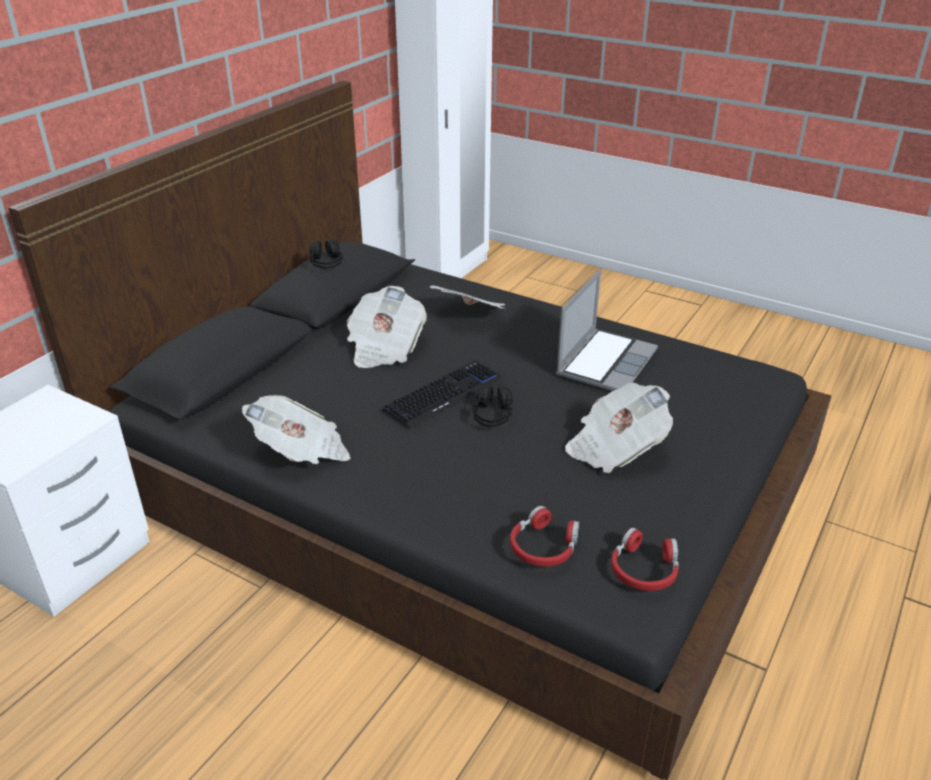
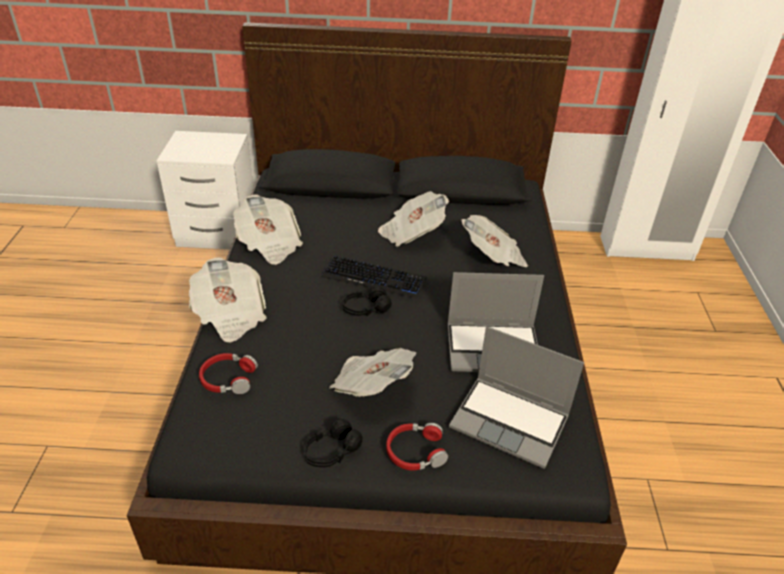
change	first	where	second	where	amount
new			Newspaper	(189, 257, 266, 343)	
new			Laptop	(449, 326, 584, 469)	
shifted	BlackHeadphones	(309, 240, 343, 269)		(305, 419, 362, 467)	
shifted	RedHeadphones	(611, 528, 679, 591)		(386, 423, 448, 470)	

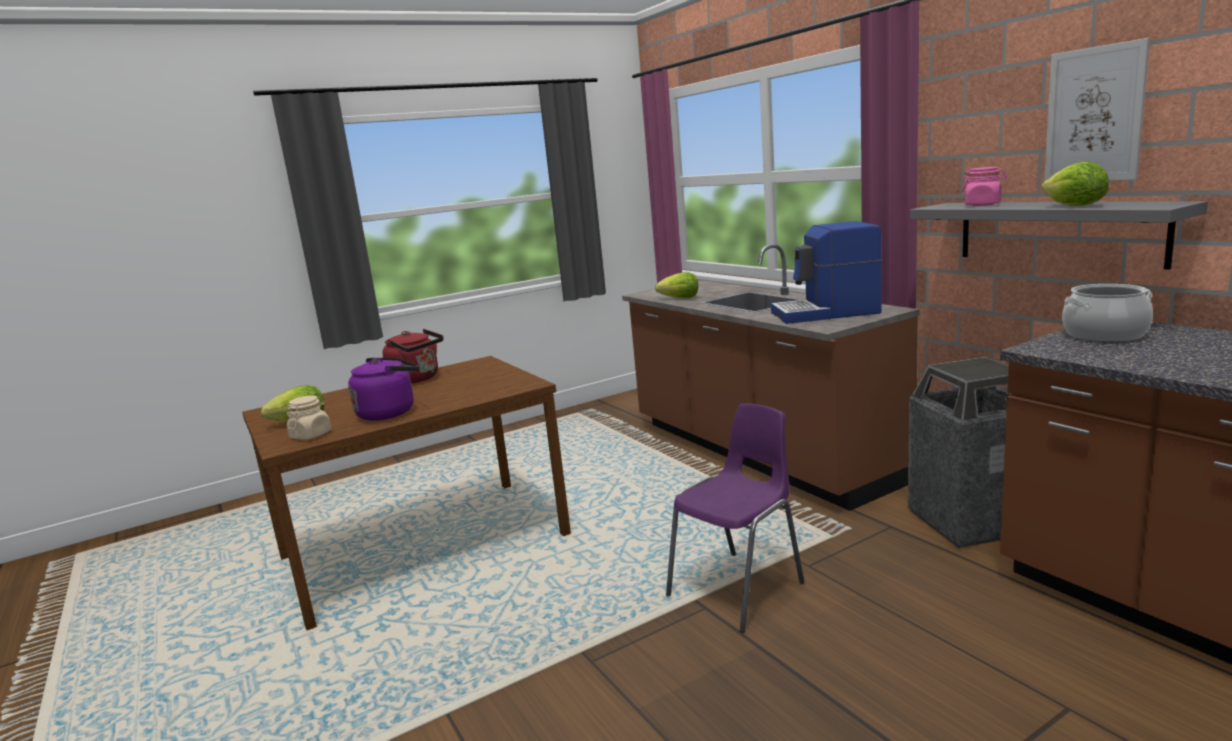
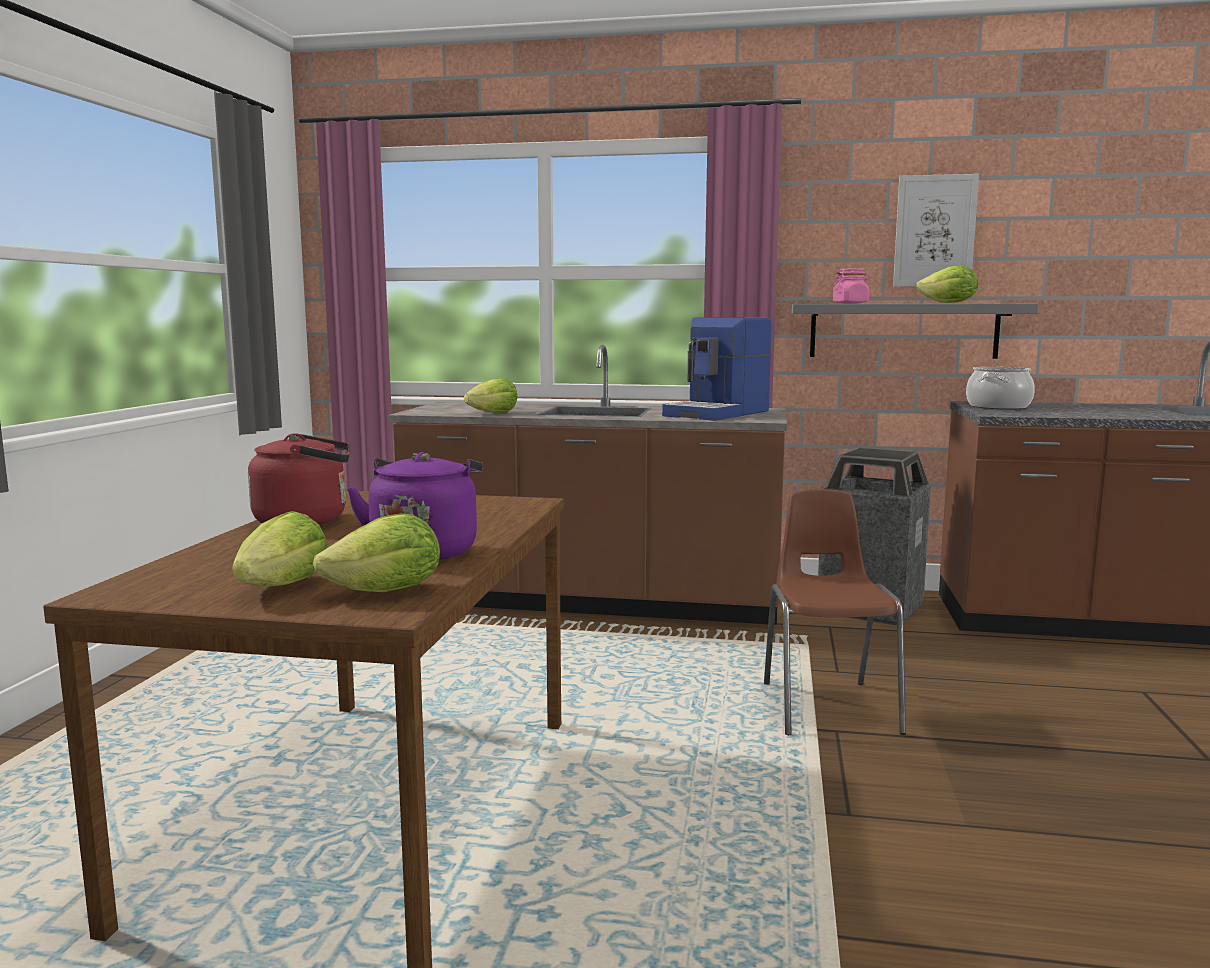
change	first	where	second	where	amount
swapped	BeigeJar	(287, 395, 331, 440)	Lettuce	(313, 513, 440, 592)	
repainted	PurpleChair	(666, 404, 804, 633)	BrownChair	(764, 489, 906, 735)	

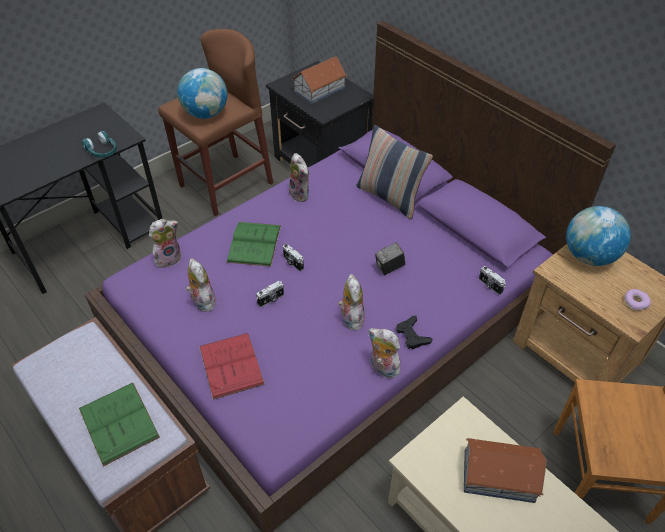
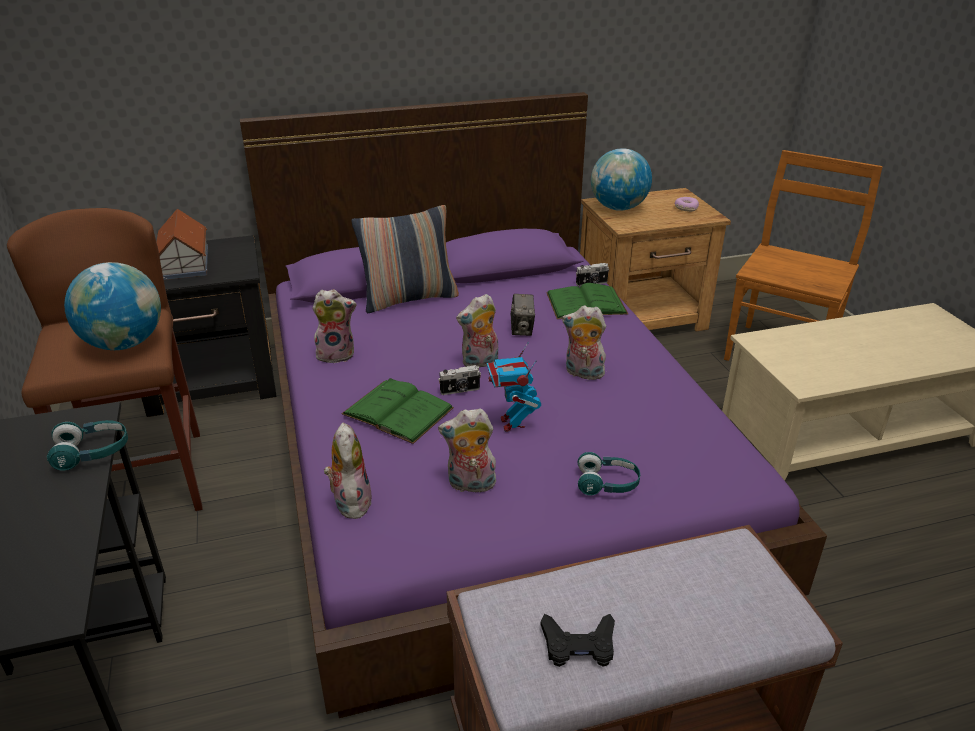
change	first	where	second	where	amount
gone	ToyHouse	(464, 438, 547, 503)			
shifted	GreenBook	(79, 383, 160, 467)		(546, 283, 628, 319)	
shifted	PlushToy	(369, 328, 400, 378)		(456, 294, 498, 367)	
shifted	BlackGameController	(396, 316, 432, 349)		(541, 614, 615, 667)	
swapped	RedBook	(199, 333, 265, 400)	TurquoiseHeadphones	(578, 452, 640, 496)	
swapped	PhotoCamera	(256, 281, 284, 307)	ToyRobot	(487, 342, 541, 432)	

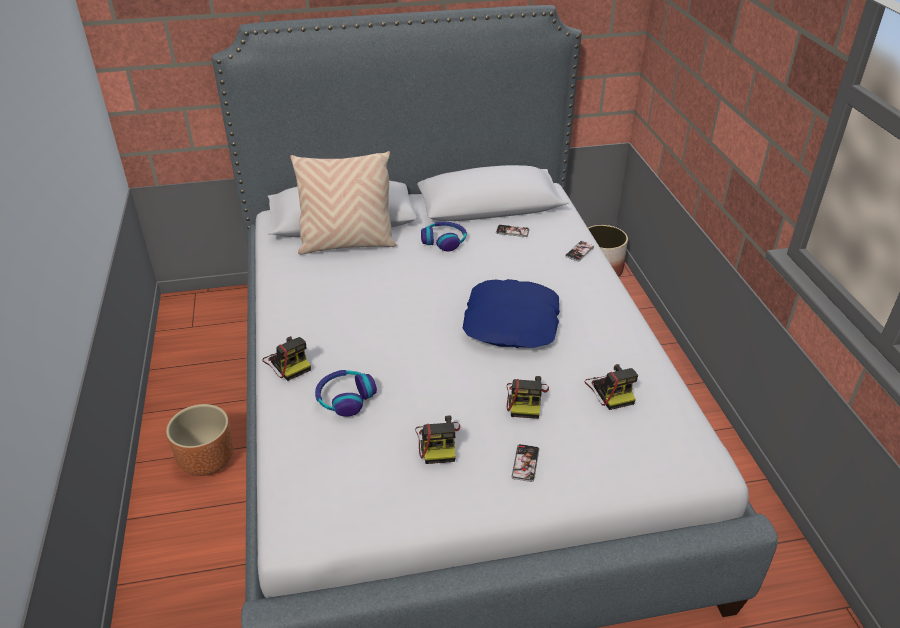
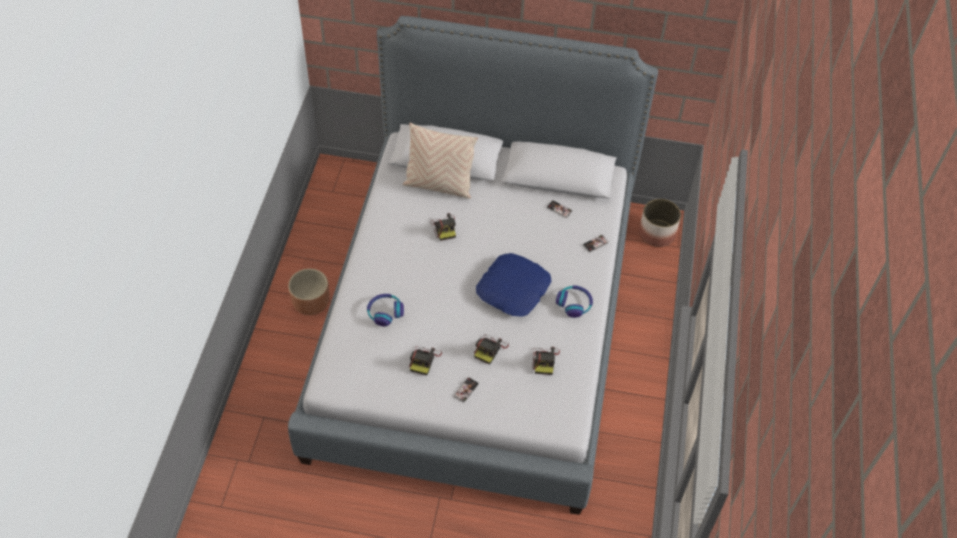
change	first	where	second	where	amount
shifted	PhotoCamera	(263, 336, 311, 381)		(430, 213, 456, 241)	
shifted	Headphones	(421, 222, 467, 252)		(556, 285, 593, 318)	

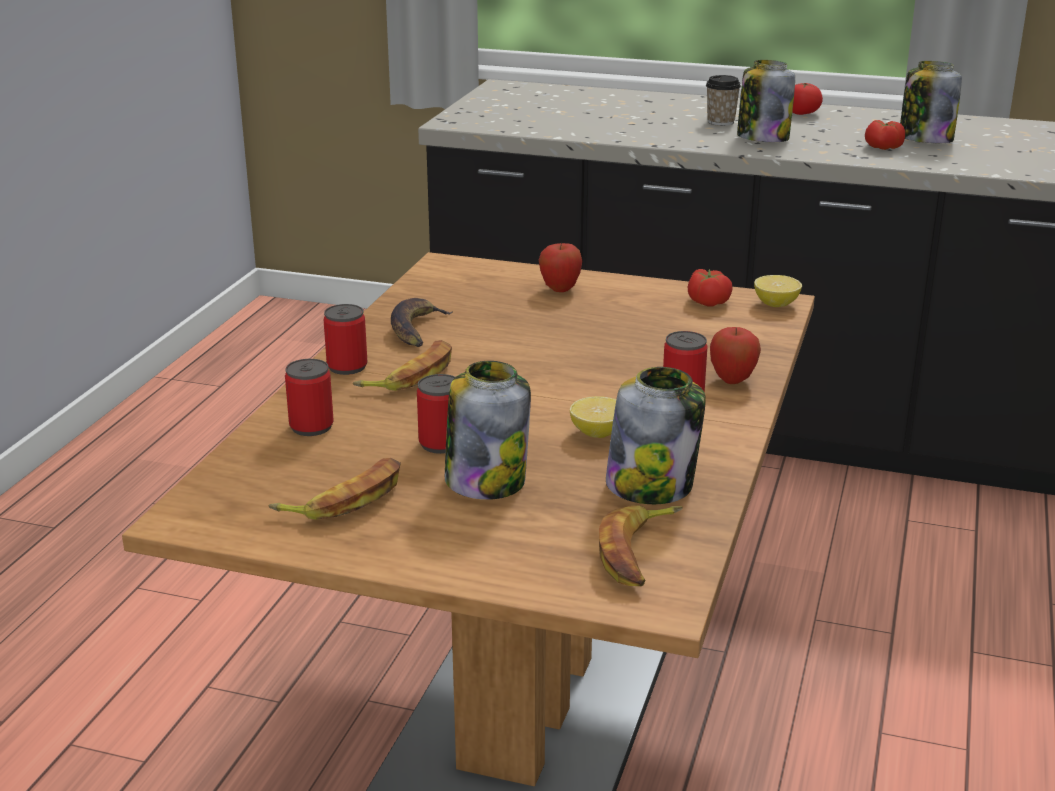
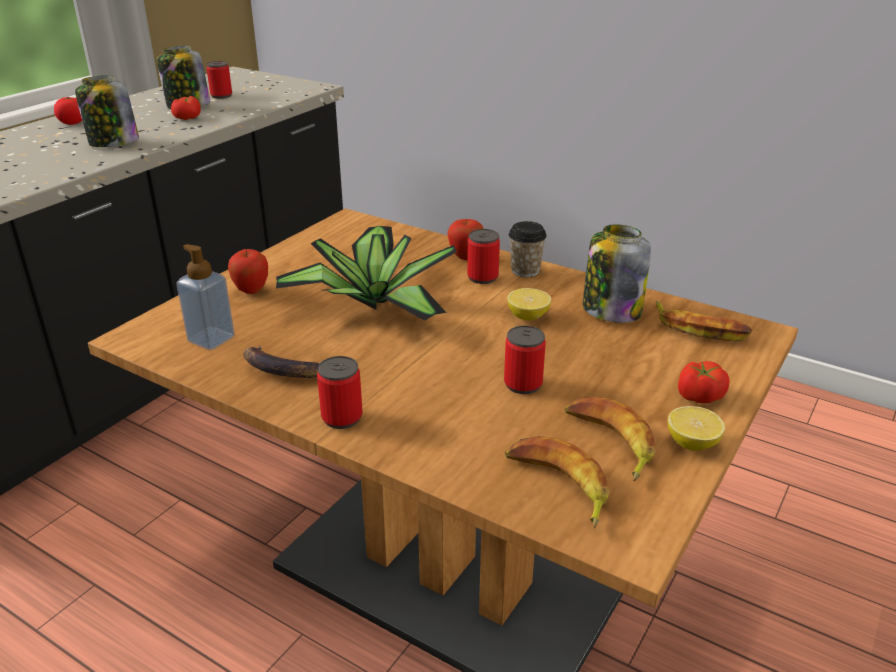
change	first	where	second	where	amount
gone	Jar	(445, 361, 531, 500)			
new			SoapDispenser	(176, 244, 235, 350)	
new			PottedPlant	(276, 226, 457, 321)	
shifted	Can	(285, 359, 334, 436)		(206, 61, 232, 99)	
shifted	Banana	(353, 340, 452, 391)		(505, 436, 610, 528)	
shifted	Tomato	(688, 269, 733, 307)		(678, 361, 729, 403)	
shifted	Cup	(706, 75, 741, 126)		(509, 221, 546, 277)	
shifted	Lemon	(754, 275, 802, 307)		(668, 406, 725, 451)	

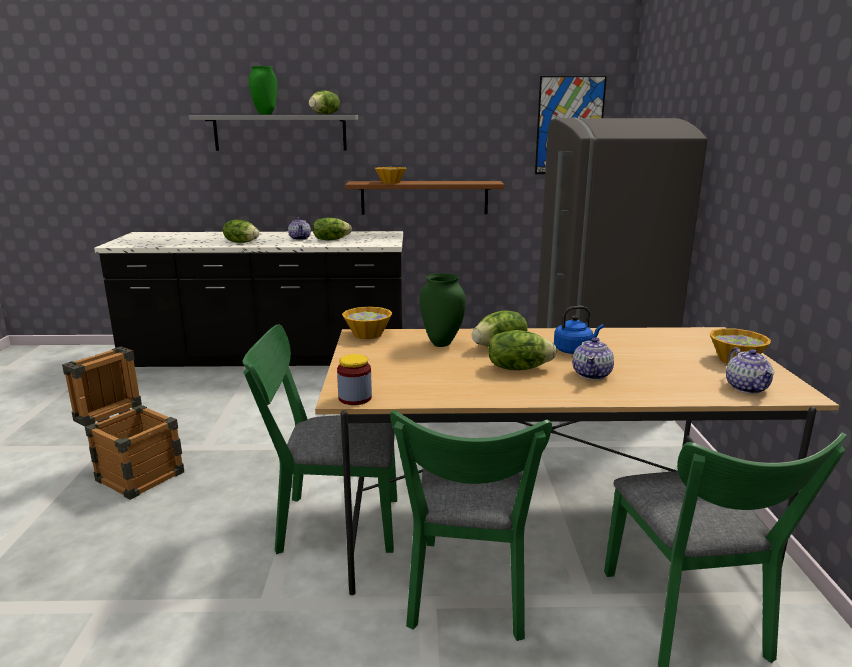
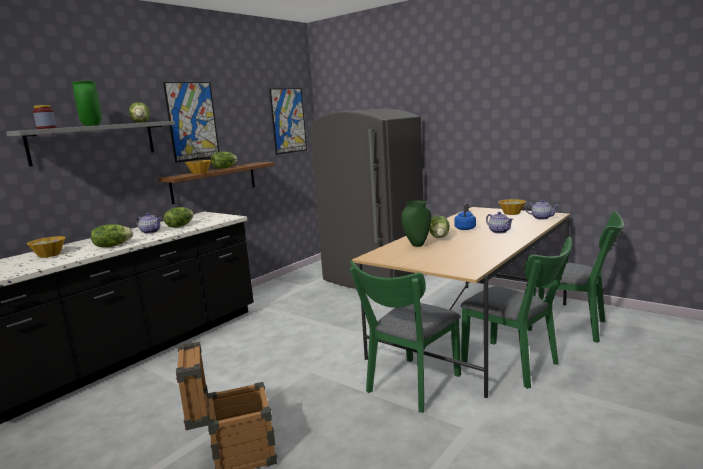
change	first	where	second	where	amount
new			Picture	(163, 82, 219, 163)	
shifted	Jar	(337, 354, 372, 405)		(33, 105, 57, 129)	
shifted	Bowl	(342, 307, 392, 339)		(27, 236, 66, 258)	
shifted	Lettuce	(488, 330, 557, 370)		(210, 151, 238, 169)	

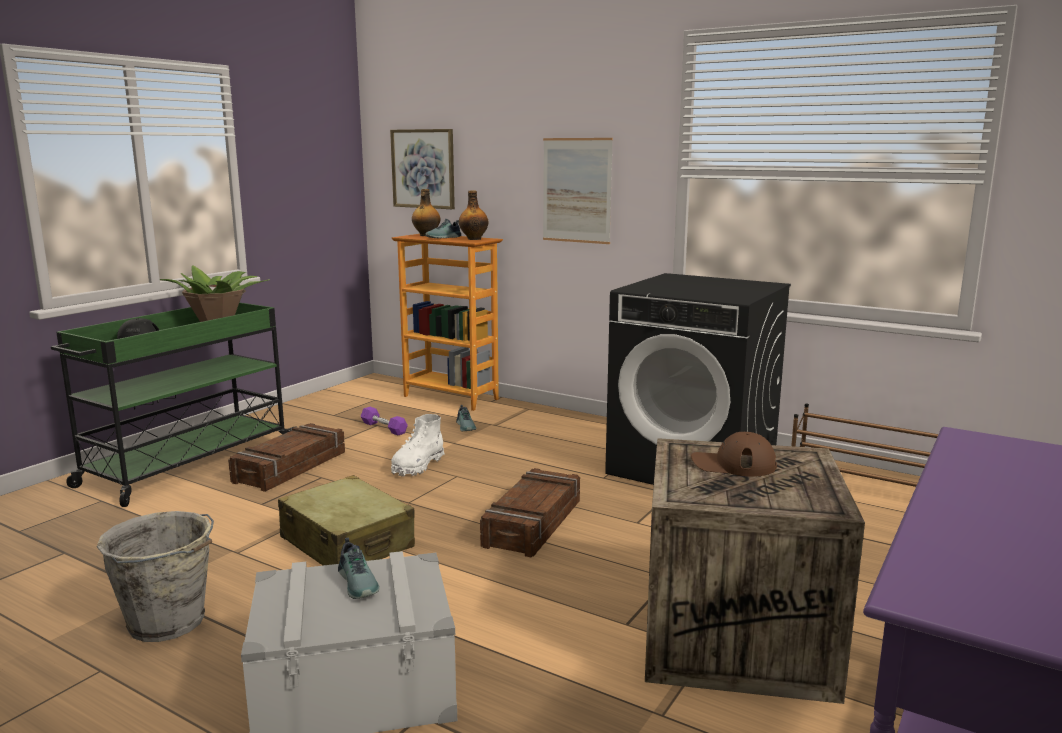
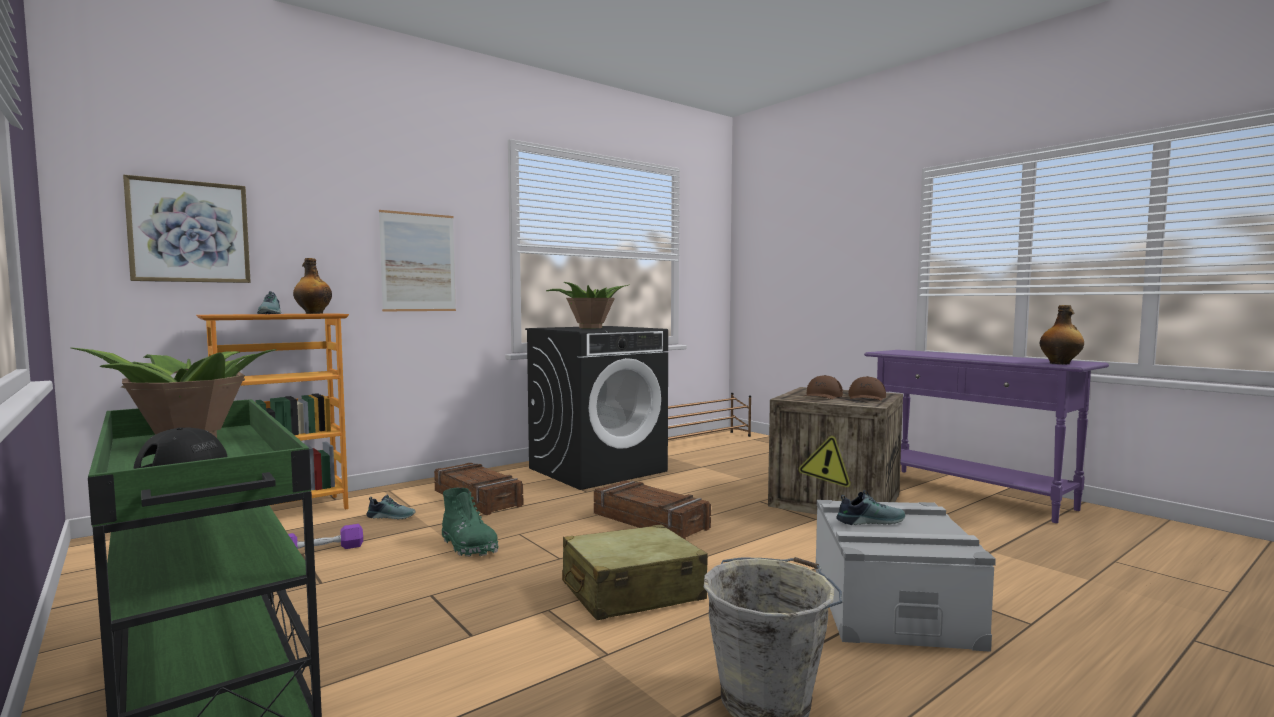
change	first	where	second	where	amount
new			PottedPlant	(546, 282, 628, 328)	
new			BrownCap	(848, 376, 886, 401)	
shifted	Crate	(228, 423, 345, 492)		(434, 463, 523, 515)	
shifted	Bottle	(412, 189, 440, 236)		(1040, 305, 1084, 364)	
repainted	WhiteBoot	(391, 414, 444, 477)	GreenBoot	(442, 487, 498, 557)	

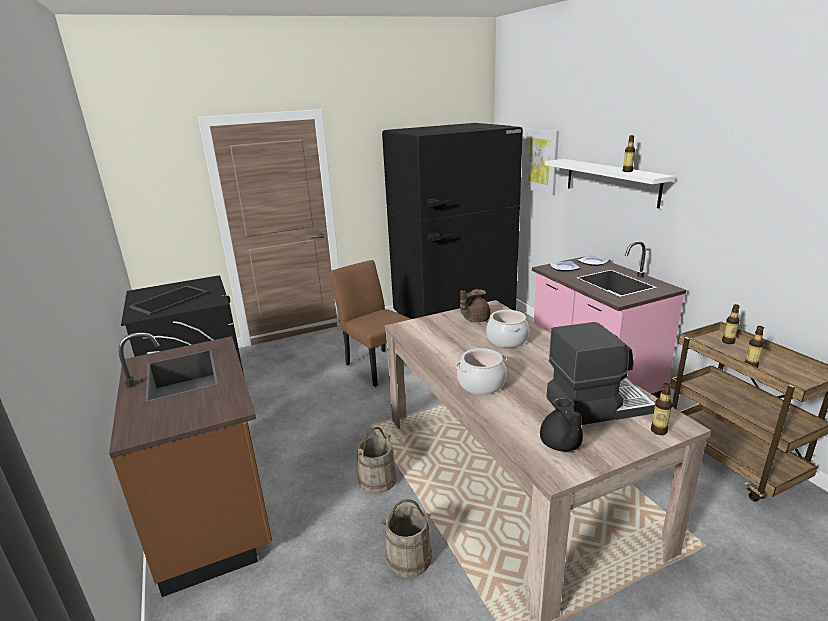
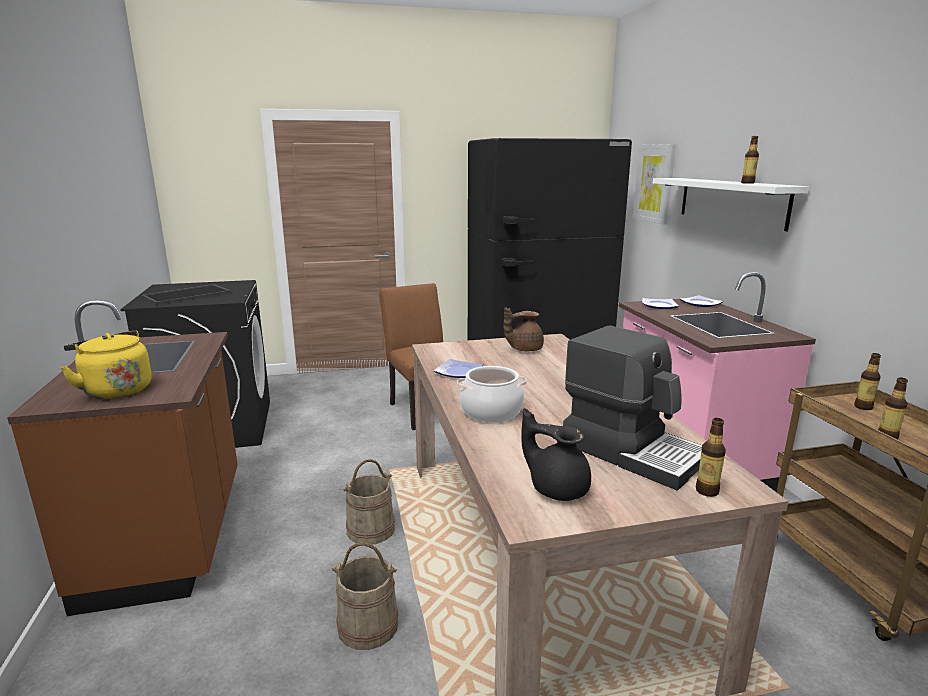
change	first	where	second	where	amount
gone	CookingPot	(486, 310, 529, 348)			
new			YellowKettle	(60, 331, 152, 399)	
new			Plate	(434, 359, 483, 378)	
rotated	BlackTeapot	(540, 398, 583, 452)		(521, 408, 591, 501)	120 degrees clockwise
rotated	CoffeeMachine	(547, 322, 655, 425)		(563, 326, 702, 490)	45 degrees clockwise

